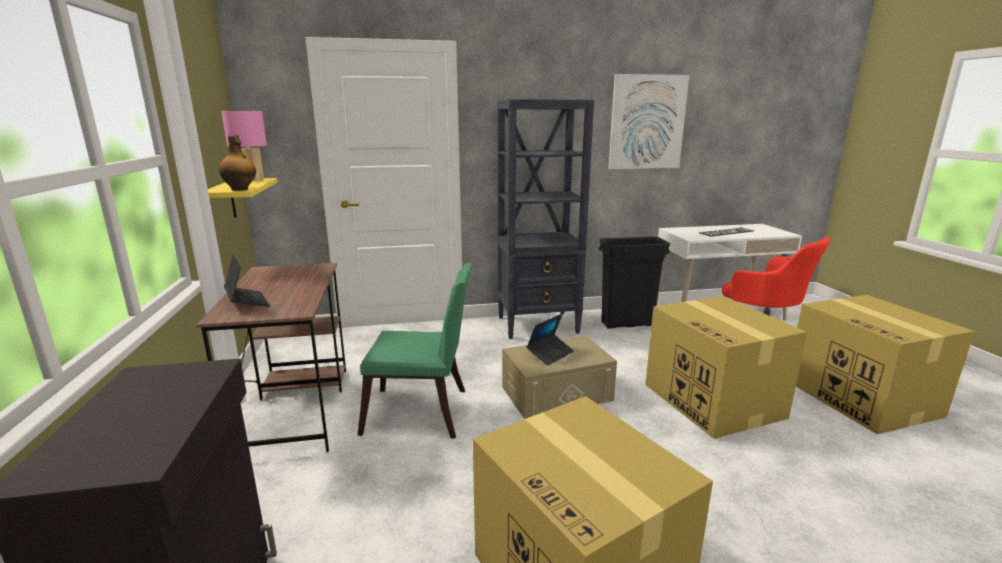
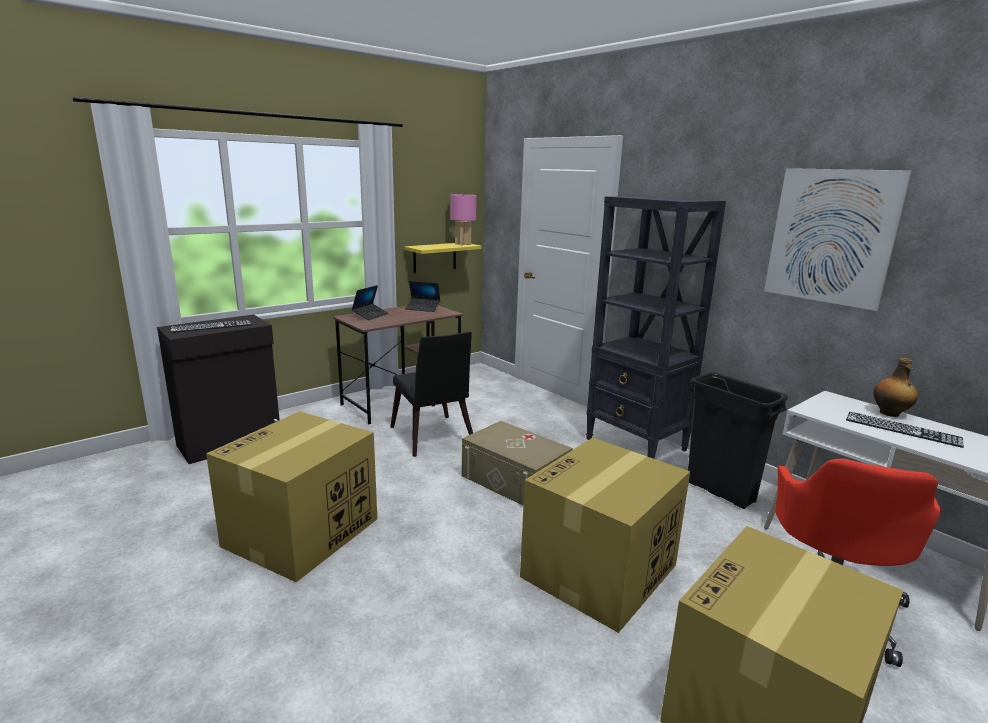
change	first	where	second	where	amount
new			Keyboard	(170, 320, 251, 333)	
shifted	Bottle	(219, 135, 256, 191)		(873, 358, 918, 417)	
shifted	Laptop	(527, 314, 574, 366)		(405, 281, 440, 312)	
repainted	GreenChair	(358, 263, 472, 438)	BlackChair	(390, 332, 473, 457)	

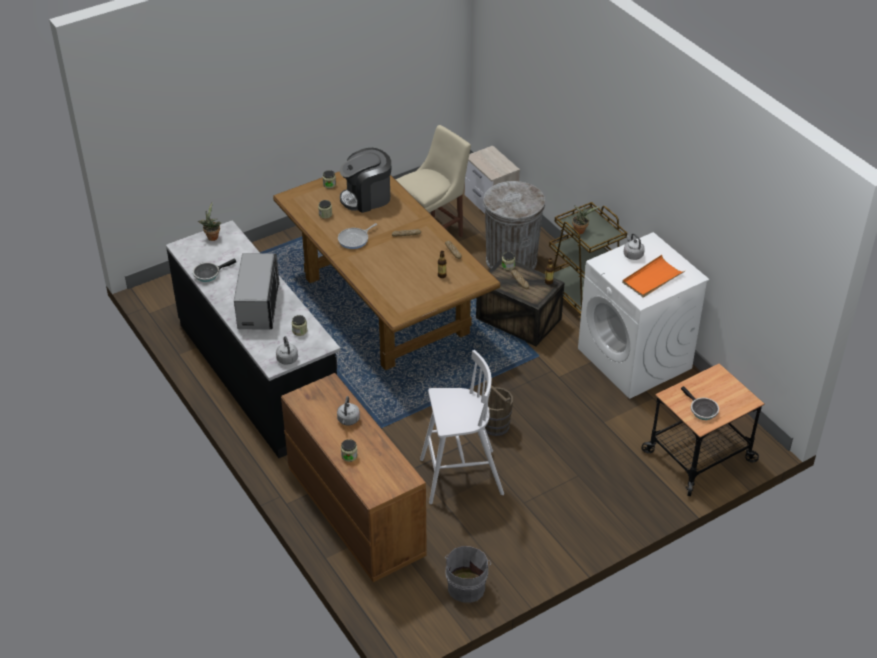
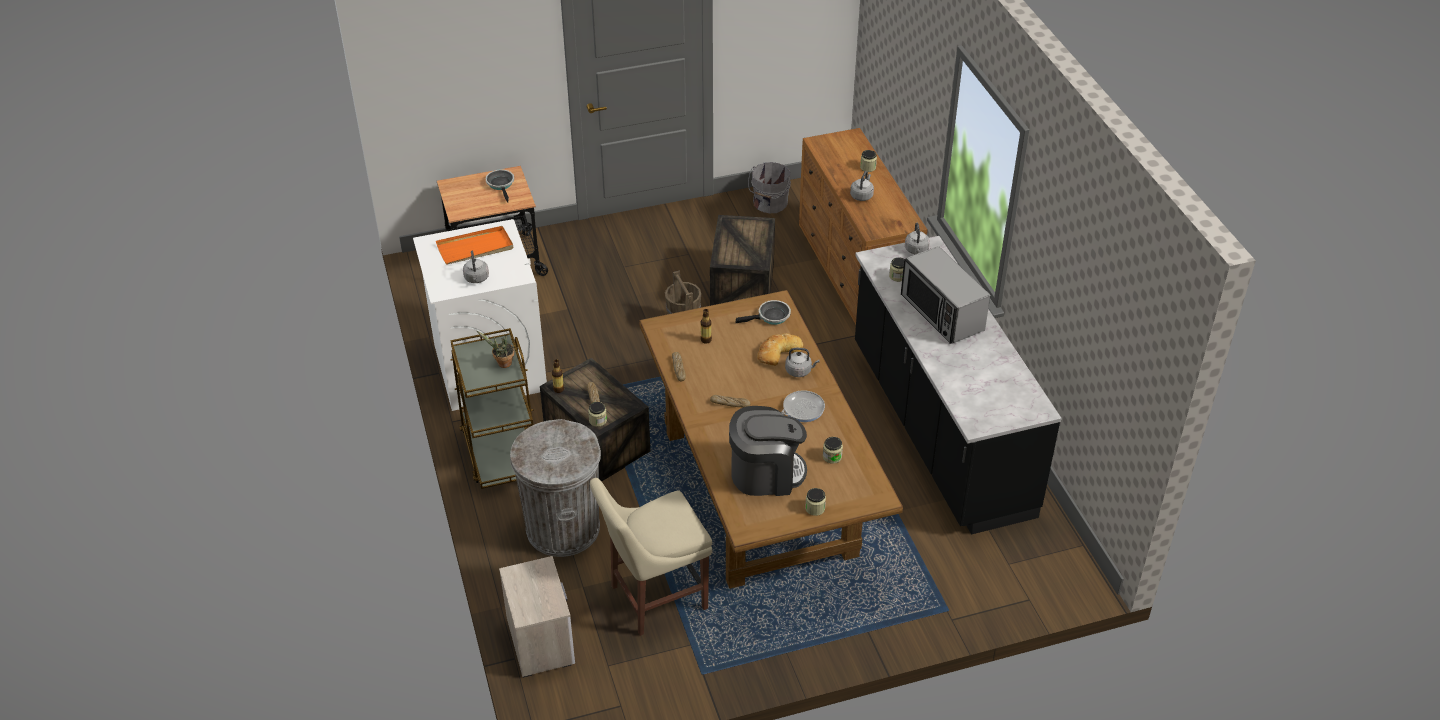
change	first	where	second	where	amount
gone	PottedPlant	(198, 202, 221, 241)			
new			Bread	(757, 333, 803, 366)	
new			GreyKettle	(785, 348, 819, 377)	
shifted	FryingPan	(193, 259, 236, 282)		(736, 300, 791, 325)	
swapped	WhiteStool	(420, 350, 504, 504)	Crate	(710, 215, 775, 306)	
rotated	Microwave	(234, 253, 279, 329)		(901, 246, 990, 344)	45 degrees counterclockwise

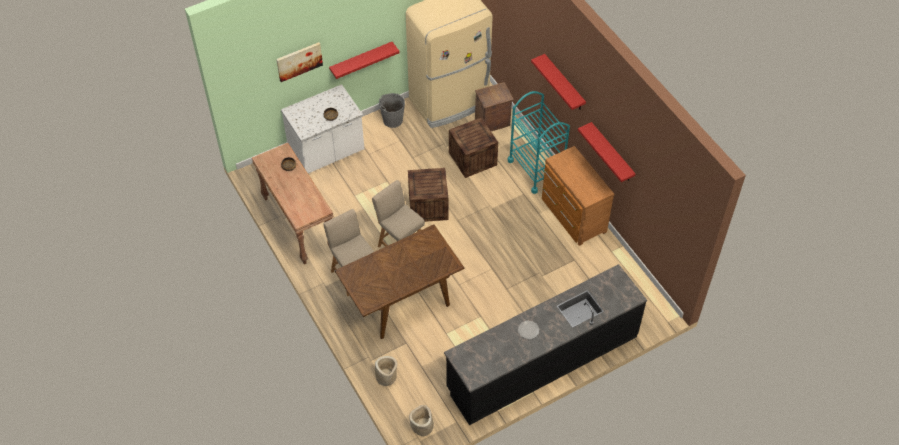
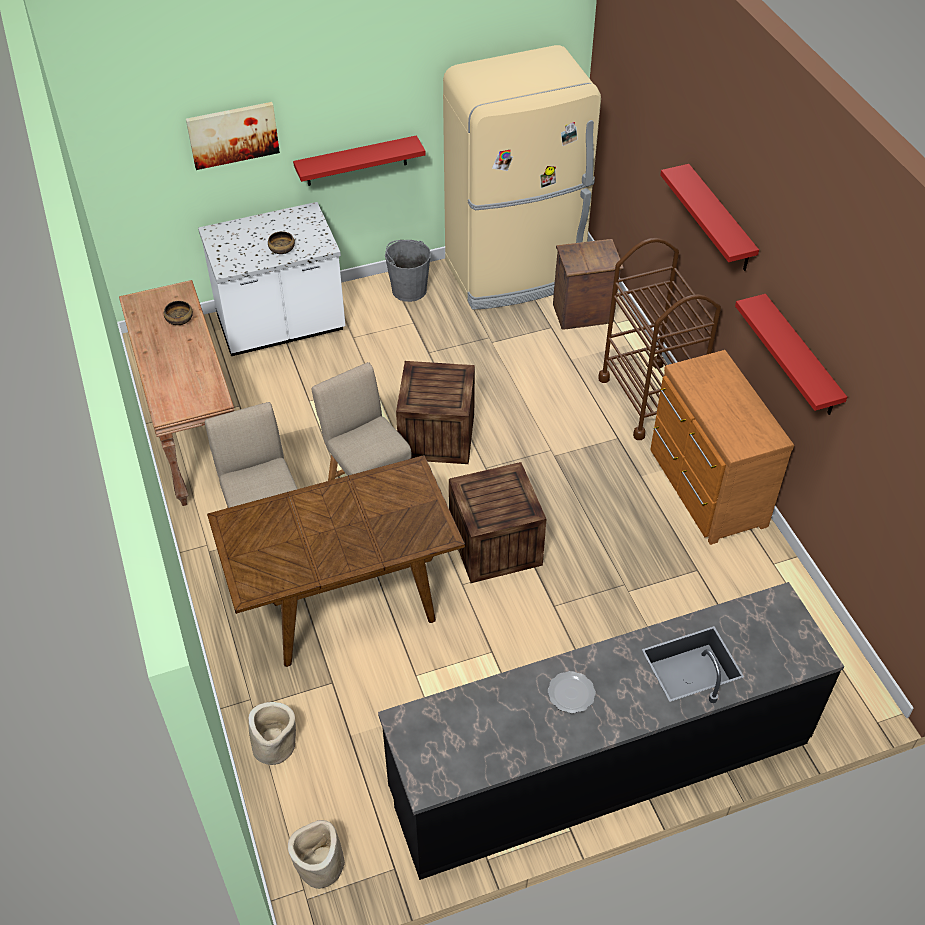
change	first	where	second	where	amount
shifted	Crate	(449, 118, 498, 178)		(449, 462, 546, 583)	
repainted	TurquoiseCart	(508, 91, 570, 194)	BrownCart	(598, 238, 721, 440)	

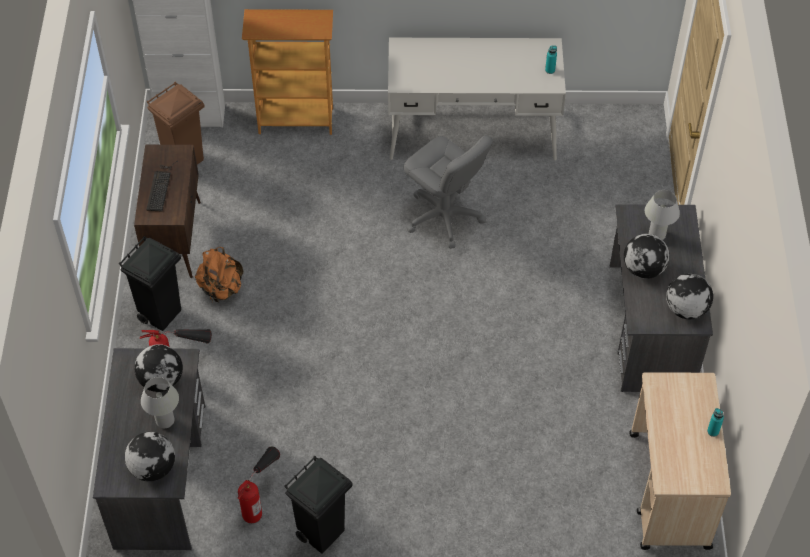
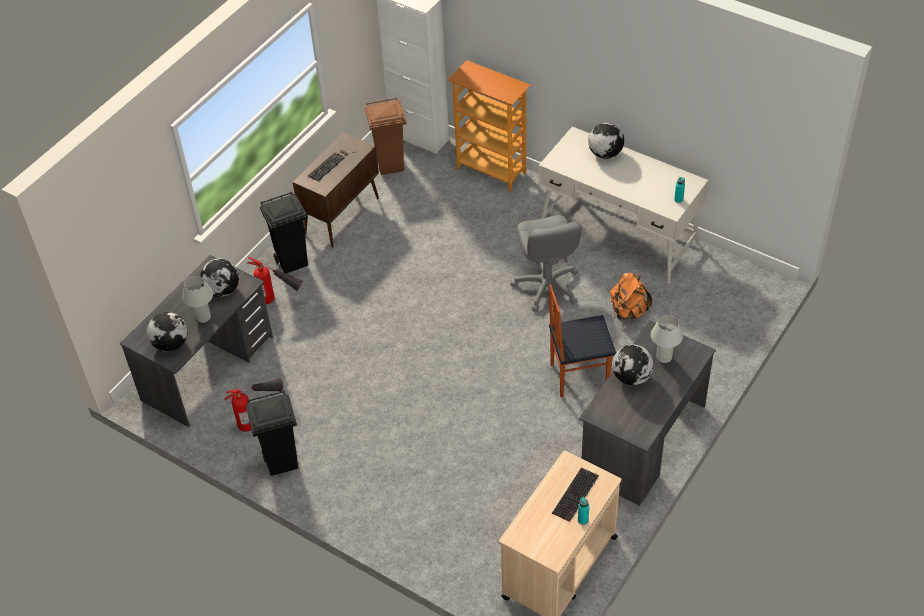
change	first	where	second	where	amount
new			Chair	(549, 284, 616, 397)	
new			Keyboard	(552, 468, 599, 522)	
shifted	OrangeBackpack	(195, 247, 243, 303)		(610, 272, 652, 320)	
shifted	Globe	(666, 273, 713, 319)		(588, 123, 624, 159)	

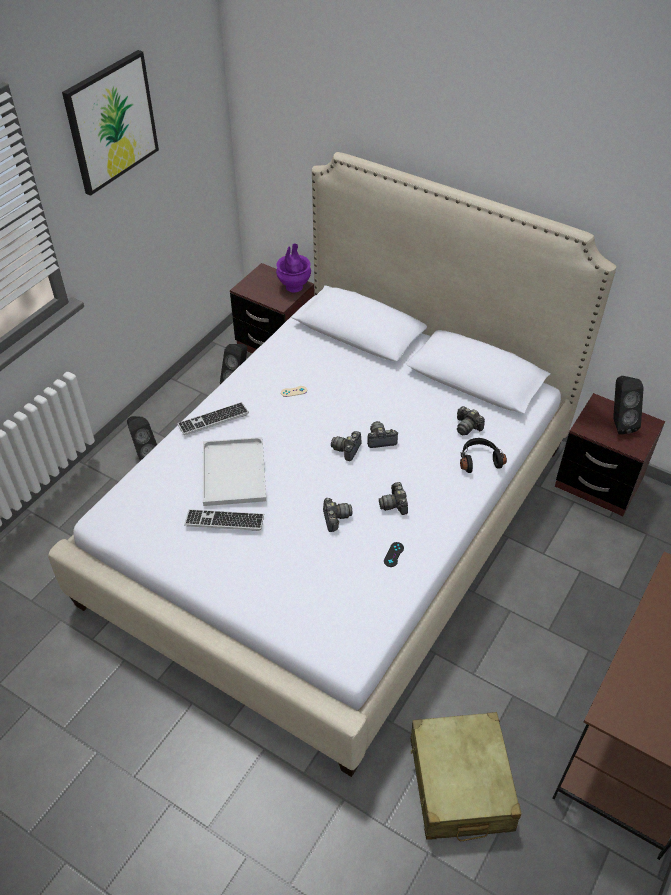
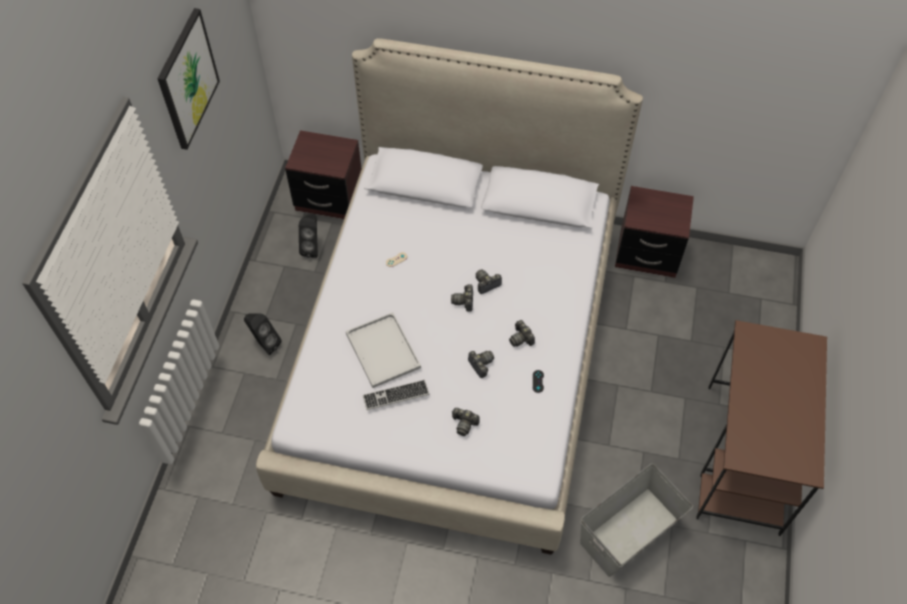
change	first	where	second	where	amount
gone	Keyboard	(177, 402, 249, 435)			
gone	PurpleVase	(276, 243, 311, 292)			
gone	BlackHeadphones	(460, 438, 507, 473)			
gone	BlackSpeaker	(613, 376, 644, 435)			
shifted	PhotoCamera	(457, 406, 485, 435)		(452, 408, 480, 436)	
swapped	BeigeSuitcase	(411, 712, 521, 841)	GreyStorageBox	(580, 463, 693, 577)	

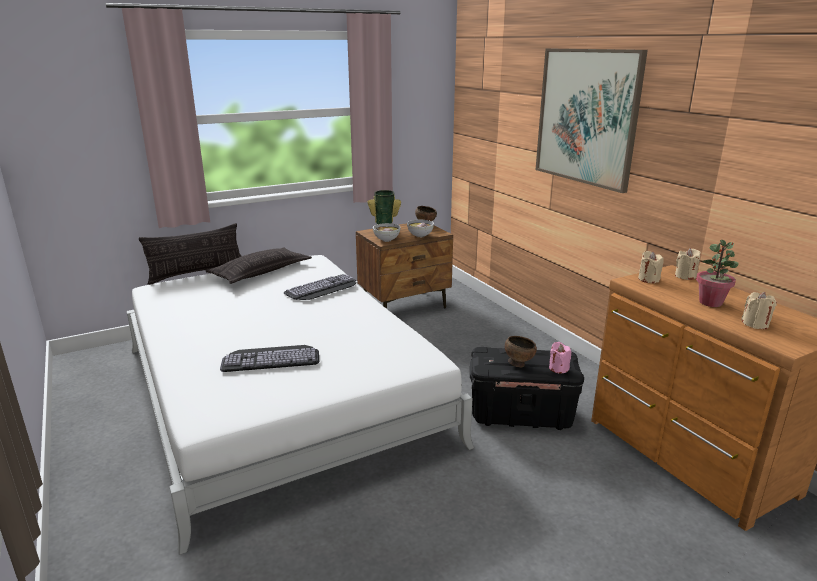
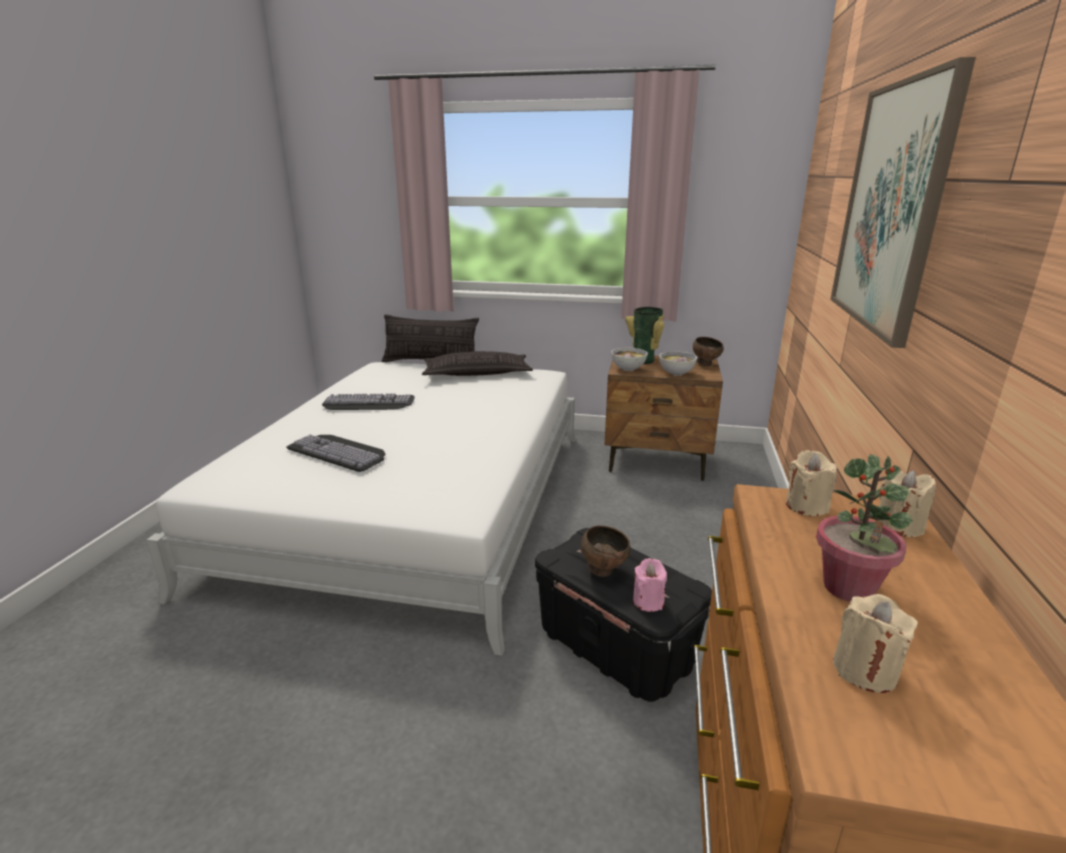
change	first	where	second	where	amount
shifted	Keyboard	(284, 274, 356, 300)		(322, 394, 415, 410)	

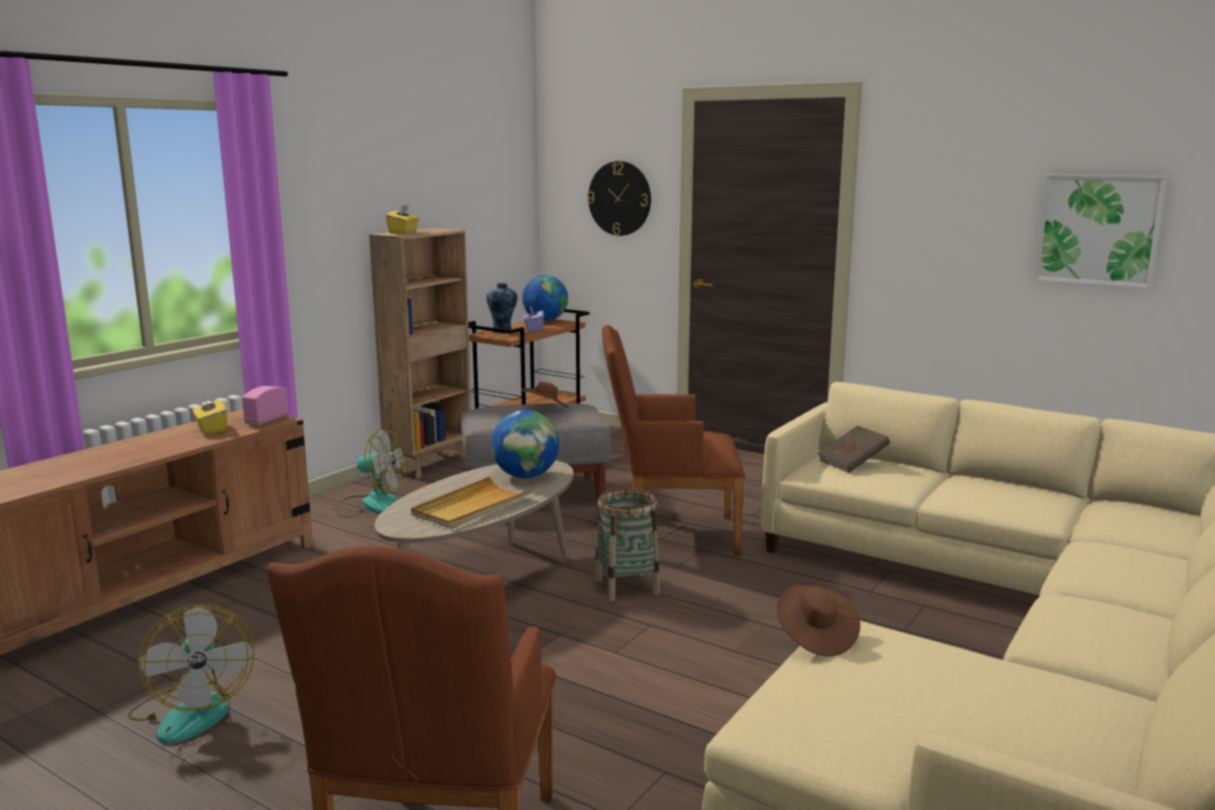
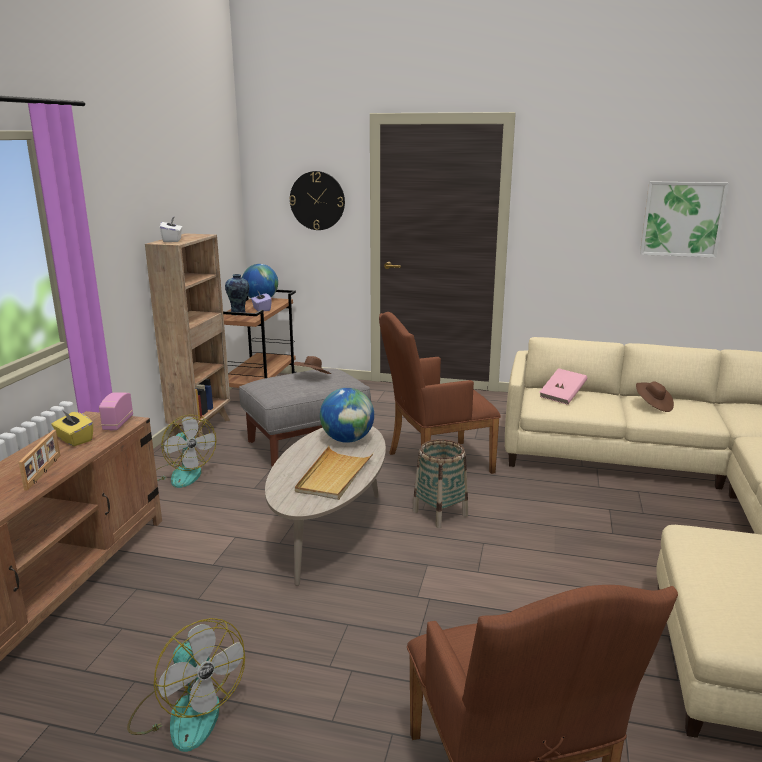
change	first	where	second	where	amount
new			PictureFrame	(19, 430, 60, 491)	
shifted	BrownHat	(777, 584, 860, 657)		(636, 381, 674, 412)	
repainted	YellowTissueBox	(386, 205, 419, 234)	WhiteTissueBox	(160, 216, 182, 242)	
repainted	BrownBook	(818, 425, 890, 473)	PinkBook	(539, 368, 587, 405)	
rotated	Fan	(335, 428, 407, 517)		(156, 415, 216, 488)	60 degrees clockwise

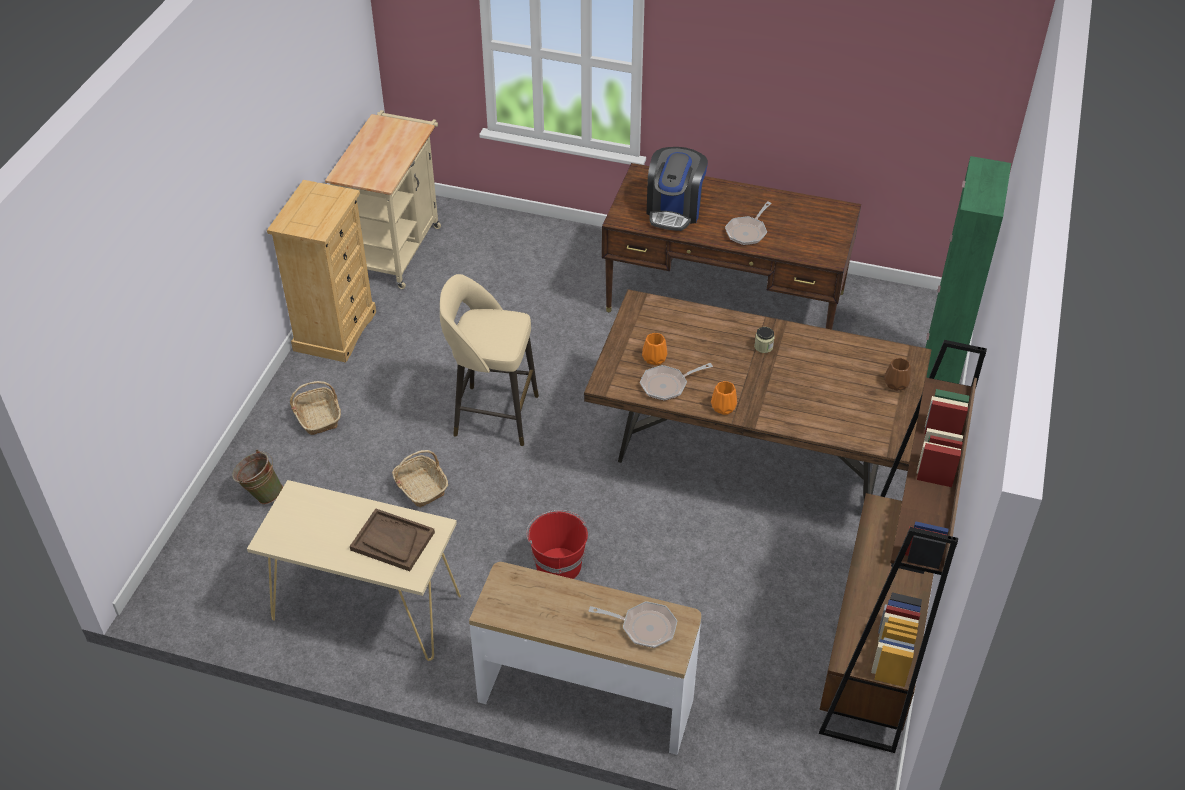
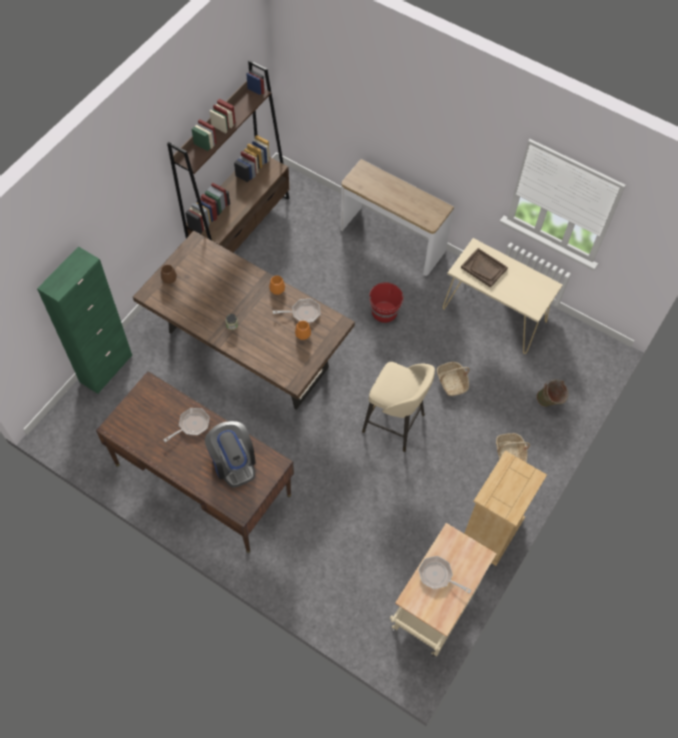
change	first	where	second	where	amount
shifted	FryingPan	(589, 601, 677, 648)		(418, 556, 472, 594)	
rotated	CoffeeMachine	(647, 147, 708, 231)		(205, 421, 256, 488)	120 degrees clockwise

